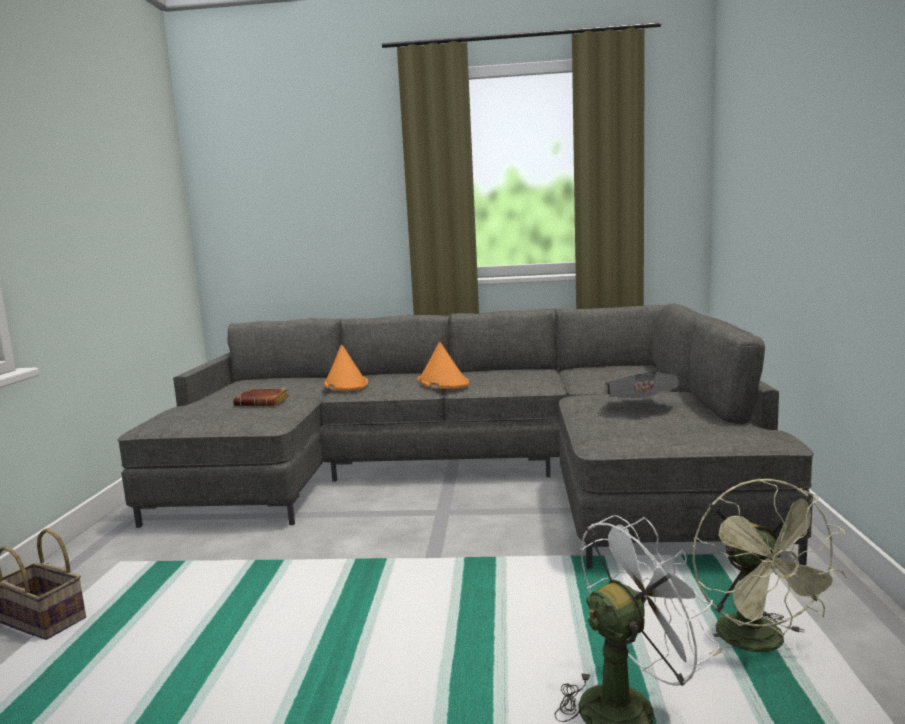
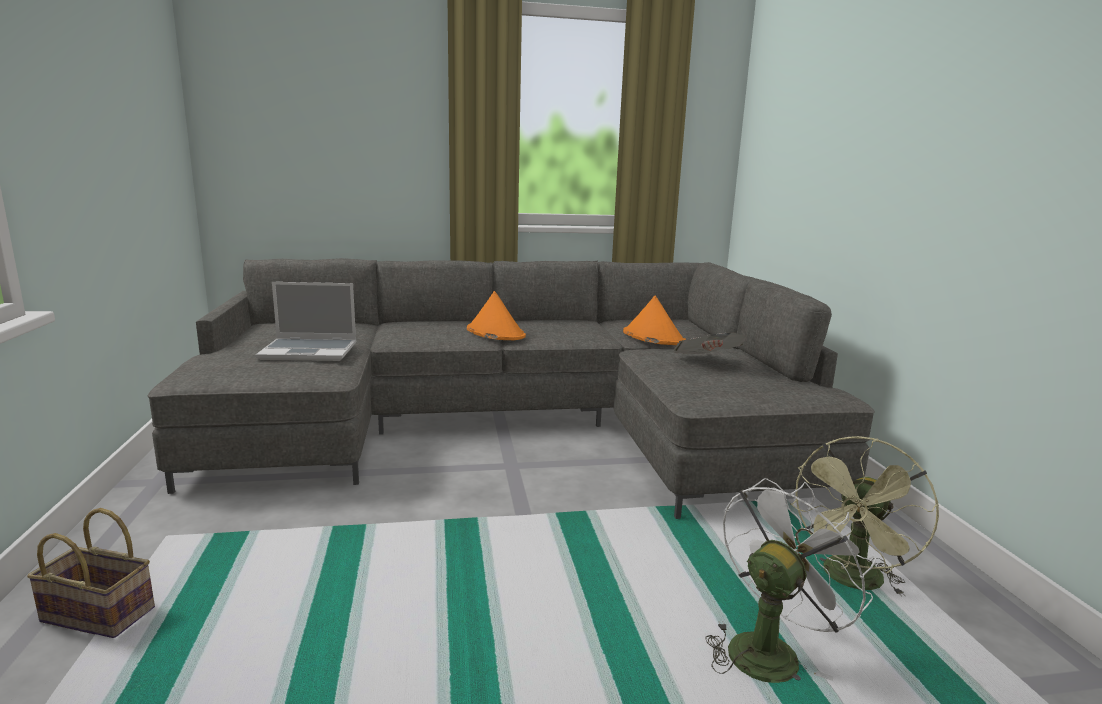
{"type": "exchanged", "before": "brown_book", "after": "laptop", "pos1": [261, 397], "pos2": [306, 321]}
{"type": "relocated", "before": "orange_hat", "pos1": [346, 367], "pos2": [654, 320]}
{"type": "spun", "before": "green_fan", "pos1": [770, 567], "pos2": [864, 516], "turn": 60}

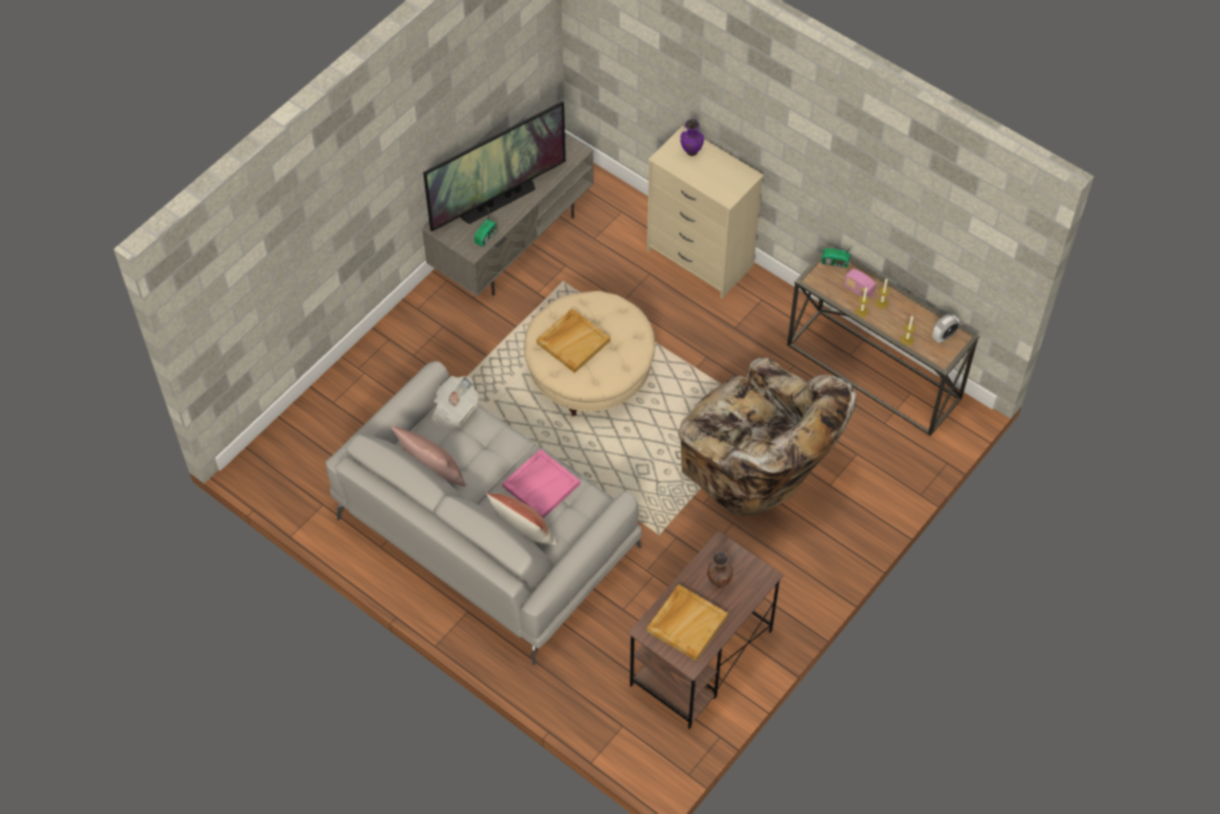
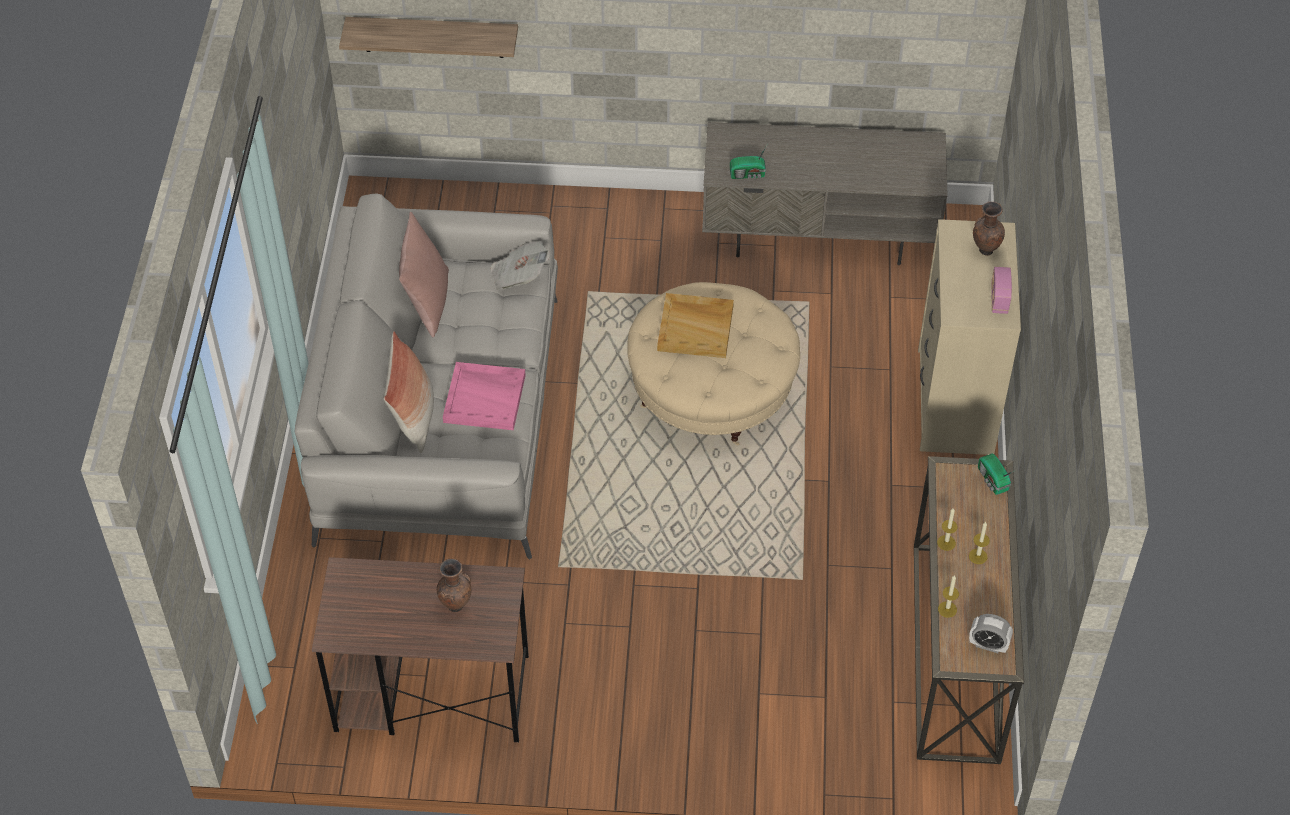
{"type": "missing", "before": "television", "pos1": [494, 166]}
{"type": "missing", "before": "beige_tray", "pos1": [687, 622]}
{"type": "missing", "before": "beige_armchair", "pos1": [767, 436]}
{"type": "colour", "before": "purple_vase", "after": "brown_vase", "pos1": [692, 137], "pos2": [989, 229]}
{"type": "relocated", "before": "radio", "pos1": [860, 283], "pos2": [1001, 290]}
{"type": "appeared", "after": "shelf", "pos2": [428, 37]}

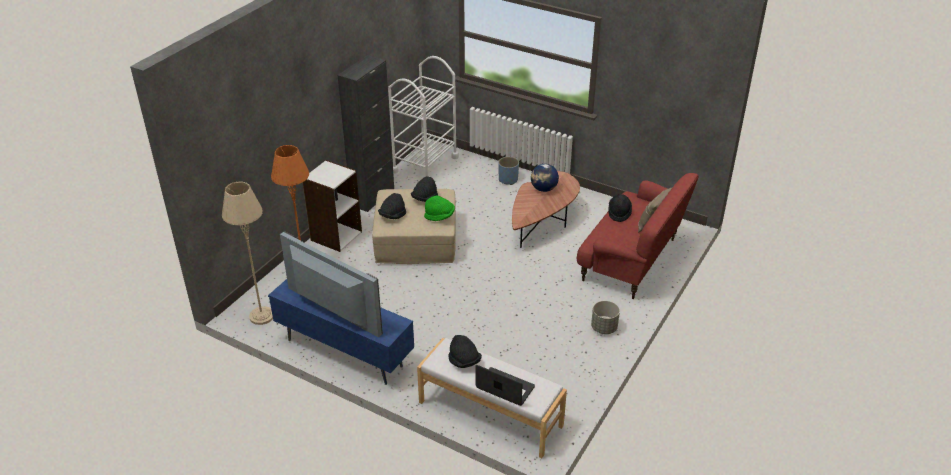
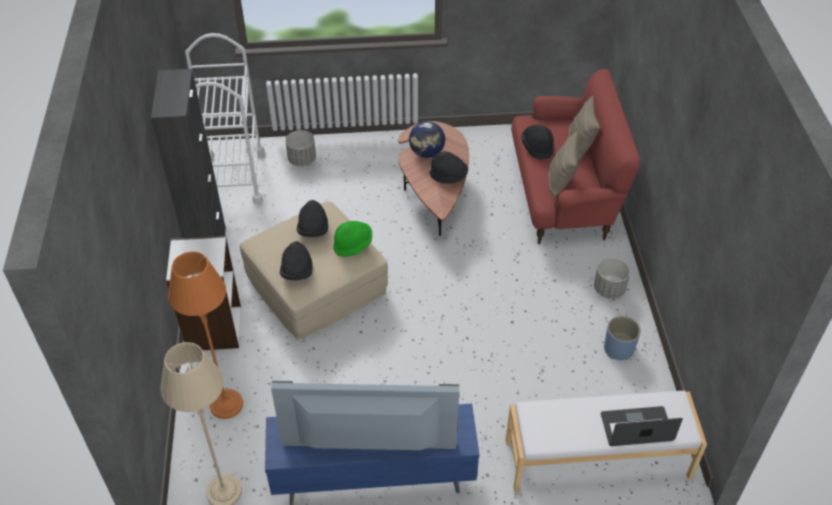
{"type": "relocated", "before": "black_hat", "pos1": [465, 351], "pos2": [449, 168]}
{"type": "relocated", "before": "blue_planter", "pos1": [508, 171], "pos2": [622, 338]}
{"type": "appeared", "after": "grey_planter", "pos2": [300, 148]}
{"type": "appeared", "after": "beige_pillow", "pos2": [564, 165]}

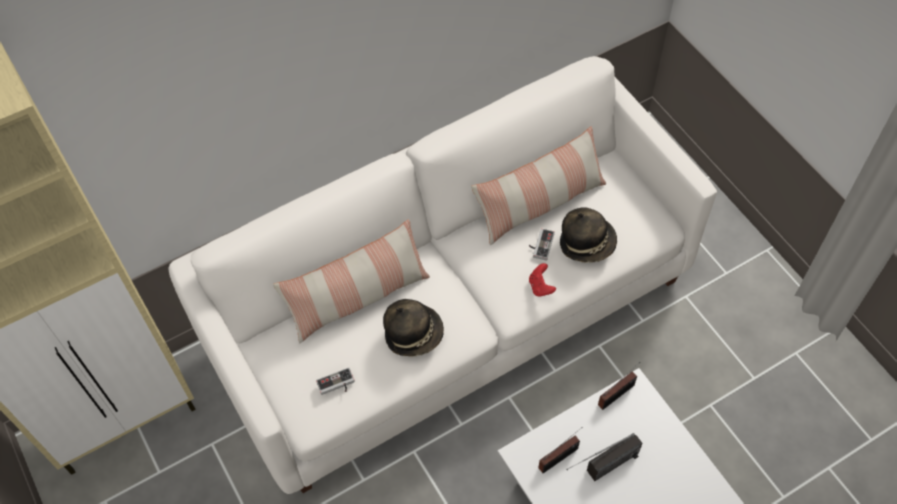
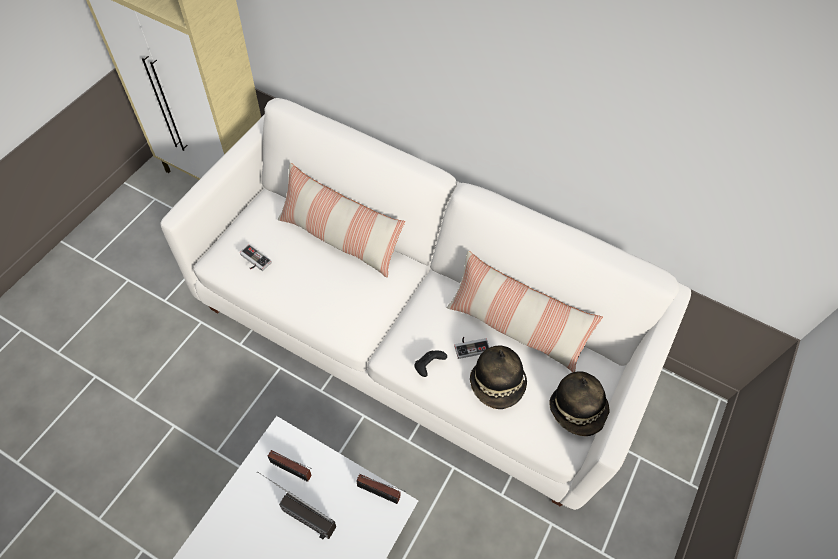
{"type": "relocated", "before": "hat", "pos1": [413, 328], "pos2": [579, 403]}
{"type": "colour", "before": "red_game_controller", "after": "black_game_controller", "pos1": [542, 280], "pos2": [430, 364]}

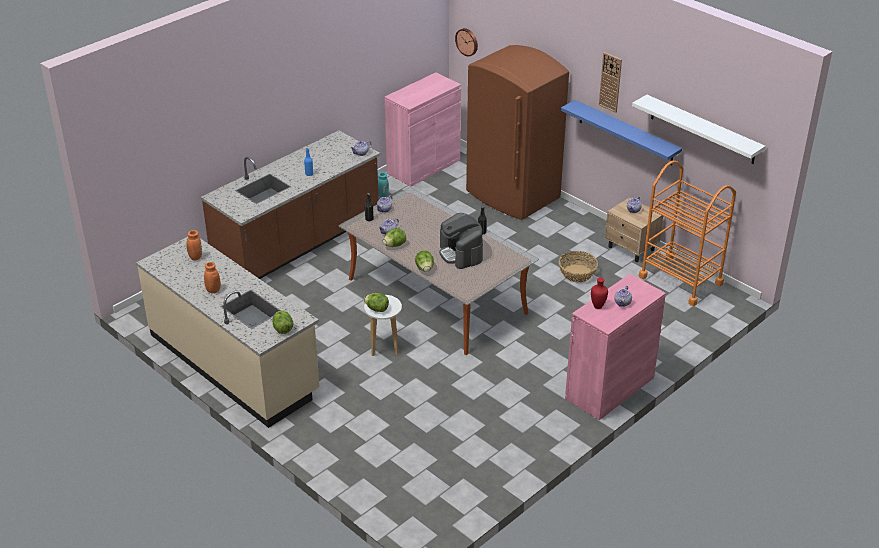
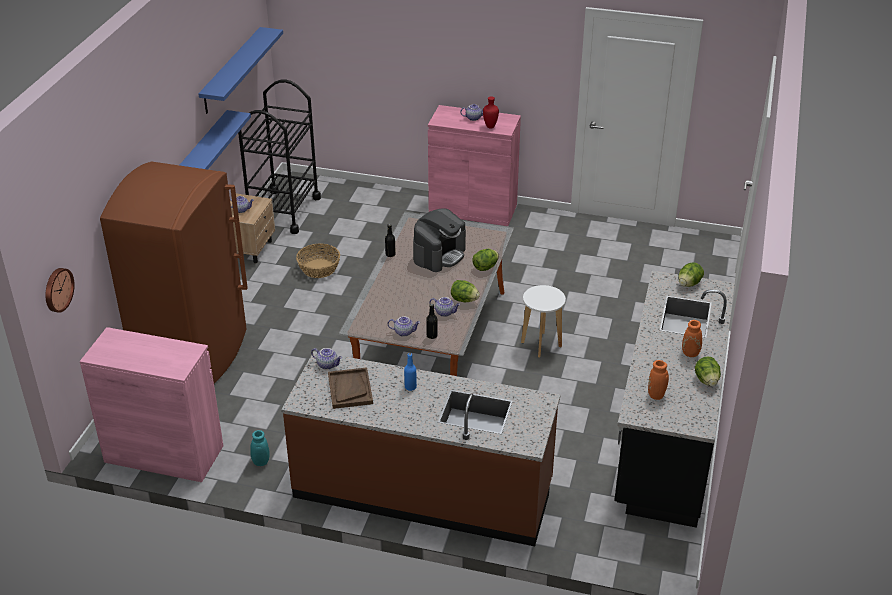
{"type": "colour", "before": "beige_counter", "after": "black_counter", "pos1": [227, 332], "pos2": [674, 399]}
{"type": "relocated", "before": "lettuce", "pos1": [376, 302], "pos2": [708, 371]}
{"type": "missing", "before": "wall_clock", "pos1": [610, 82]}
{"type": "colour", "before": "white_shelf", "after": "blue_shelf", "pos1": [699, 129], "pos2": [240, 70]}
{"type": "colour", "before": "orange_cart", "after": "black_cart", "pos1": [687, 233], "pos2": [279, 156]}
{"type": "appeared", "after": "brown_tray", "pos2": [350, 388]}

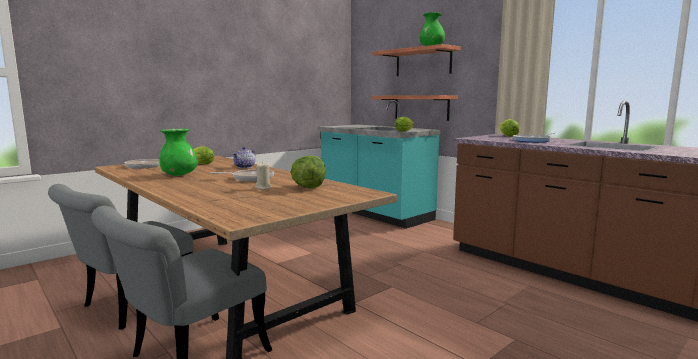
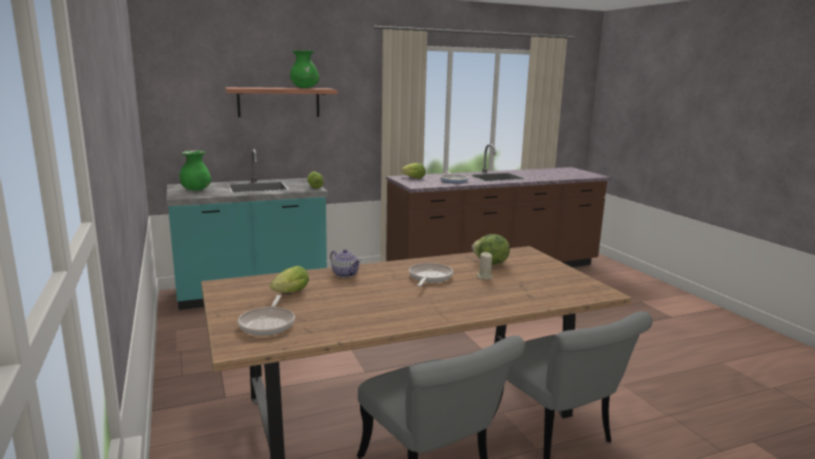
{"type": "relocated", "before": "green_vase", "pos1": [178, 152], "pos2": [195, 170]}
{"type": "missing", "before": "shelf", "pos1": [414, 108]}

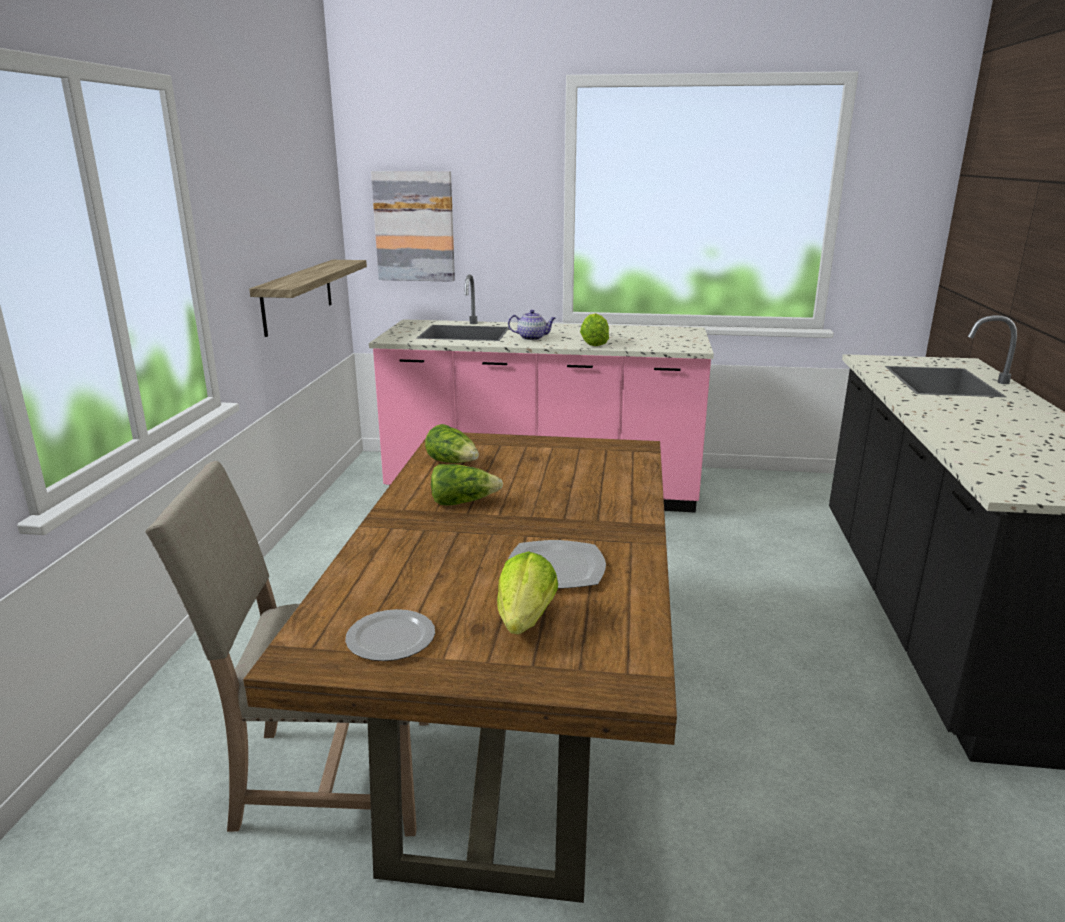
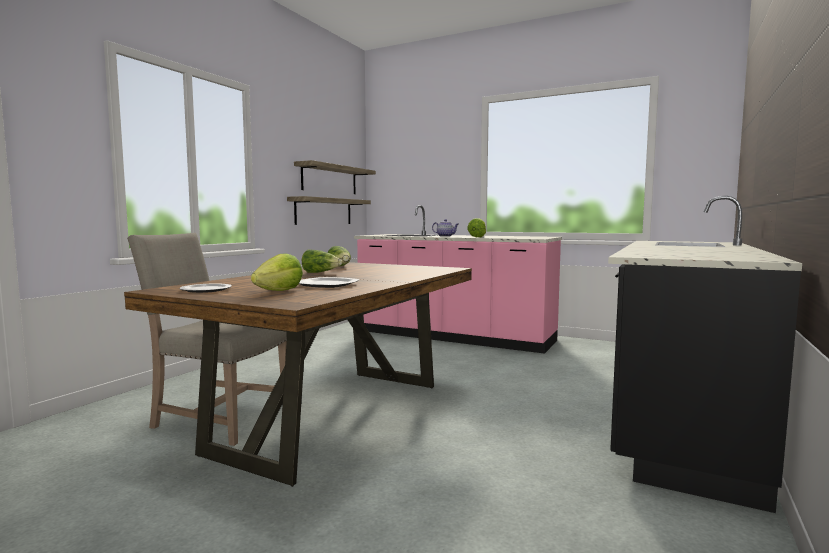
{"type": "missing", "before": "picture", "pos1": [413, 226]}
{"type": "appeared", "after": "shelf", "pos2": [335, 177]}

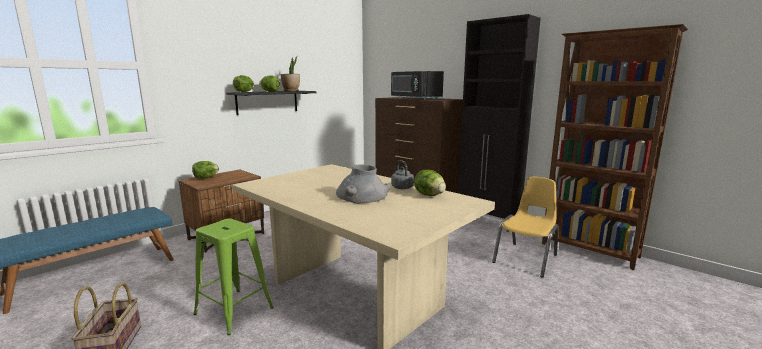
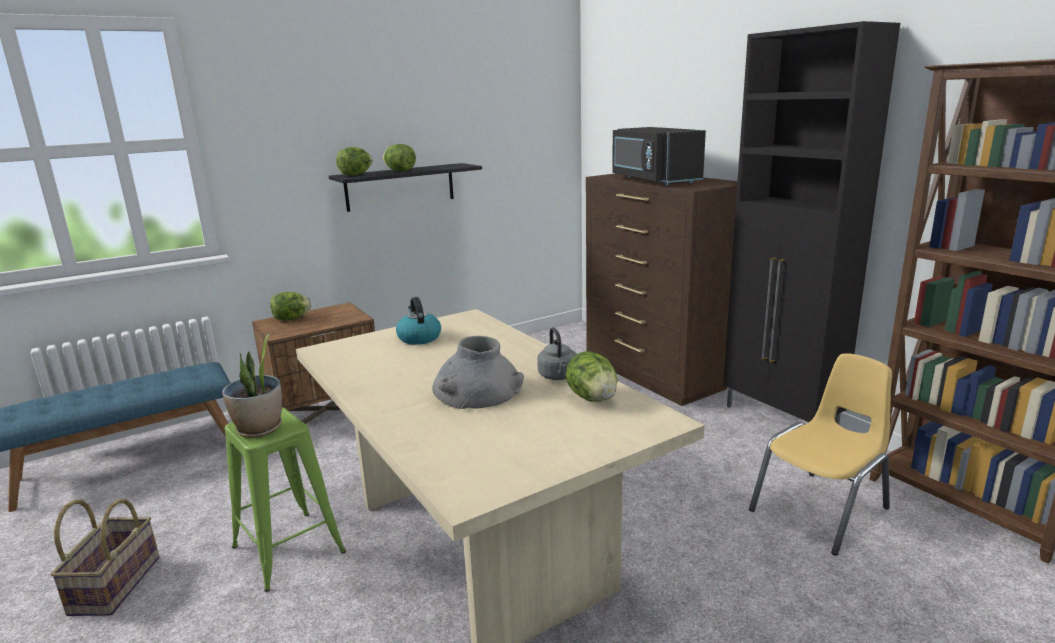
{"type": "relocated", "before": "potted_plant", "pos1": [290, 73], "pos2": [252, 386]}
{"type": "appeared", "after": "kettle", "pos2": [418, 321]}

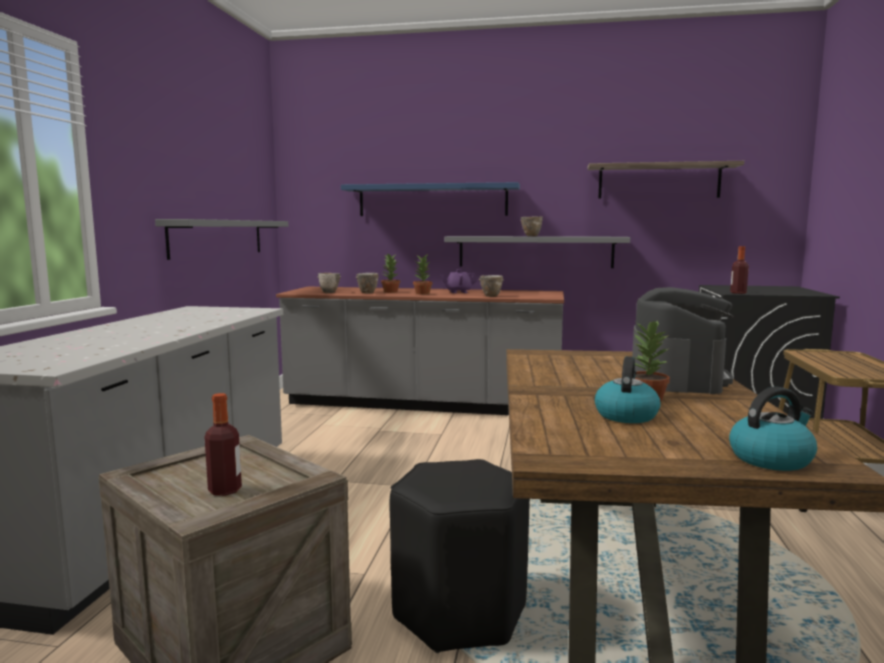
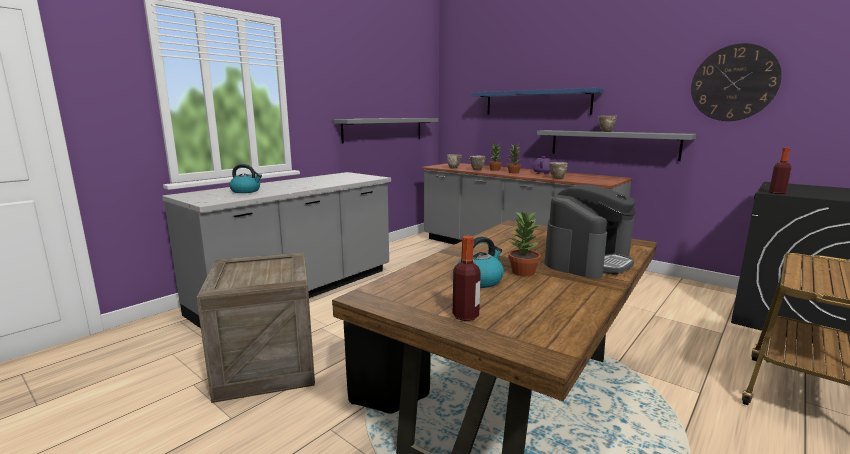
{"type": "relocated", "before": "bottle", "pos1": [223, 444], "pos2": [467, 278]}
{"type": "exchanged", "before": "shelf", "after": "wall_clock", "pos1": [665, 180], "pos2": [736, 82]}
{"type": "relocated", "before": "kettle", "pos1": [773, 429], "pos2": [245, 178]}

